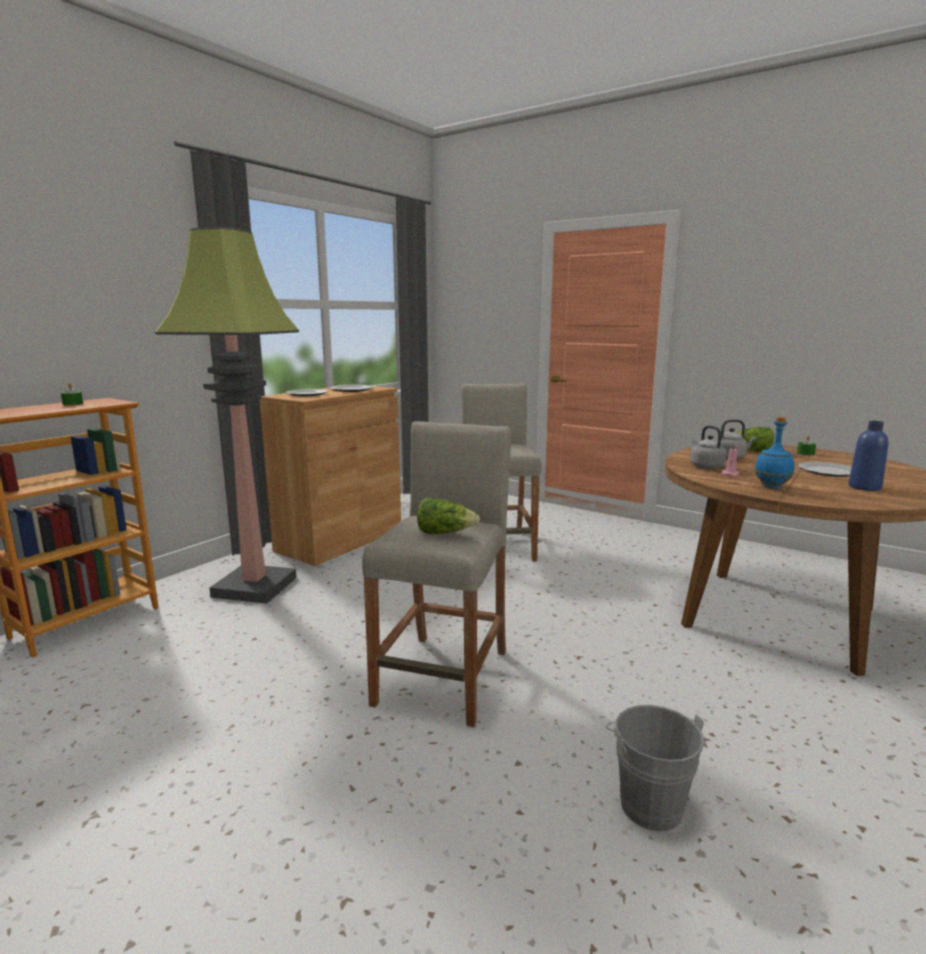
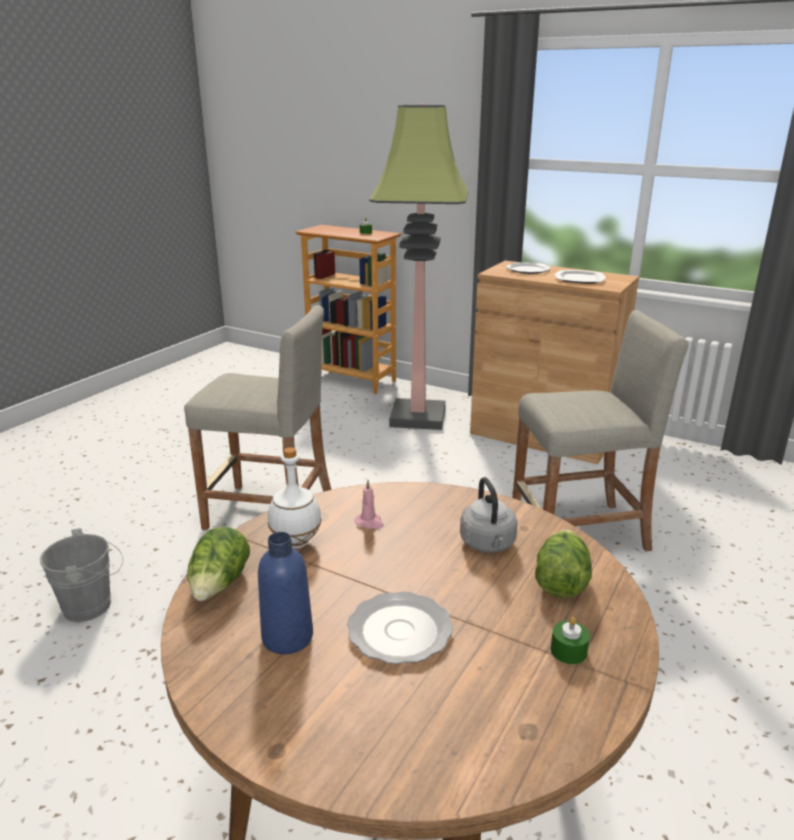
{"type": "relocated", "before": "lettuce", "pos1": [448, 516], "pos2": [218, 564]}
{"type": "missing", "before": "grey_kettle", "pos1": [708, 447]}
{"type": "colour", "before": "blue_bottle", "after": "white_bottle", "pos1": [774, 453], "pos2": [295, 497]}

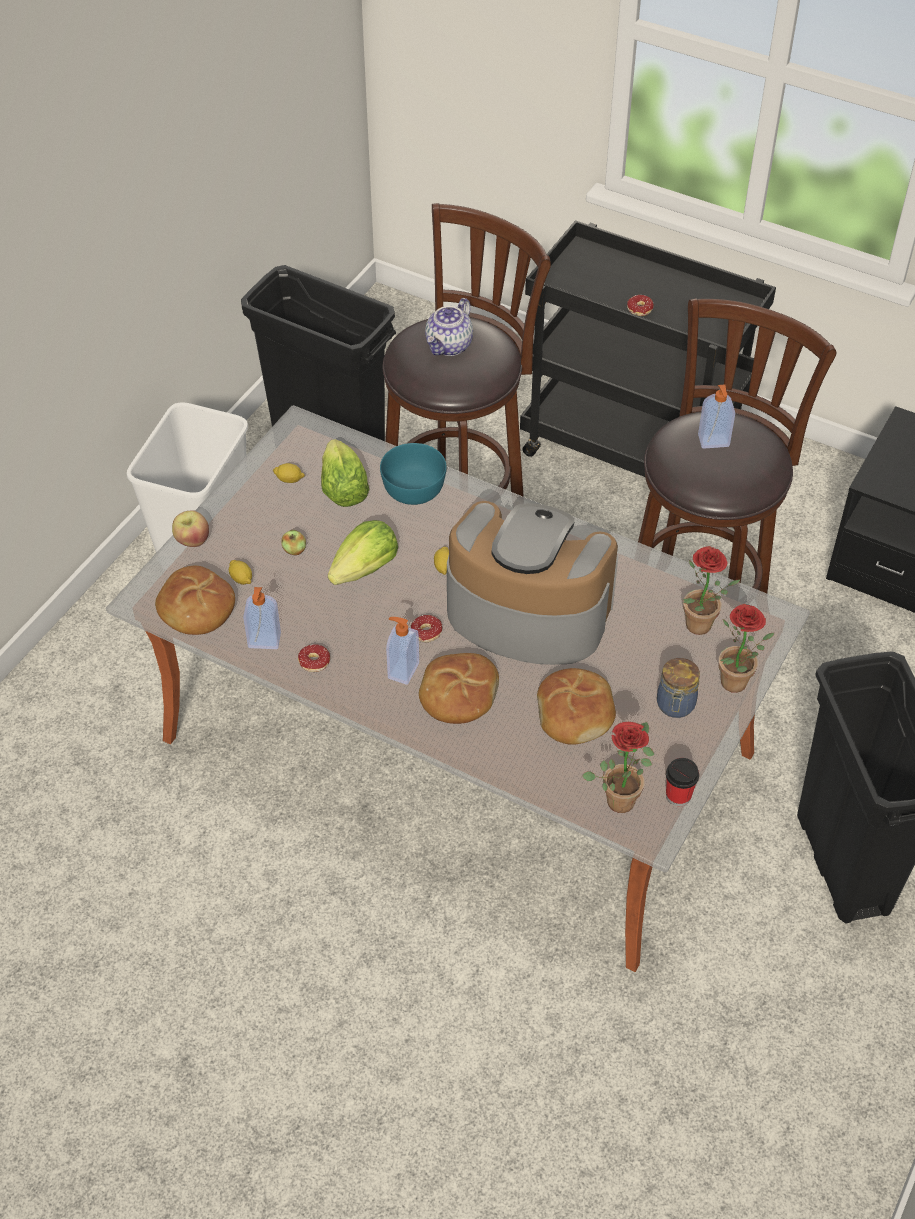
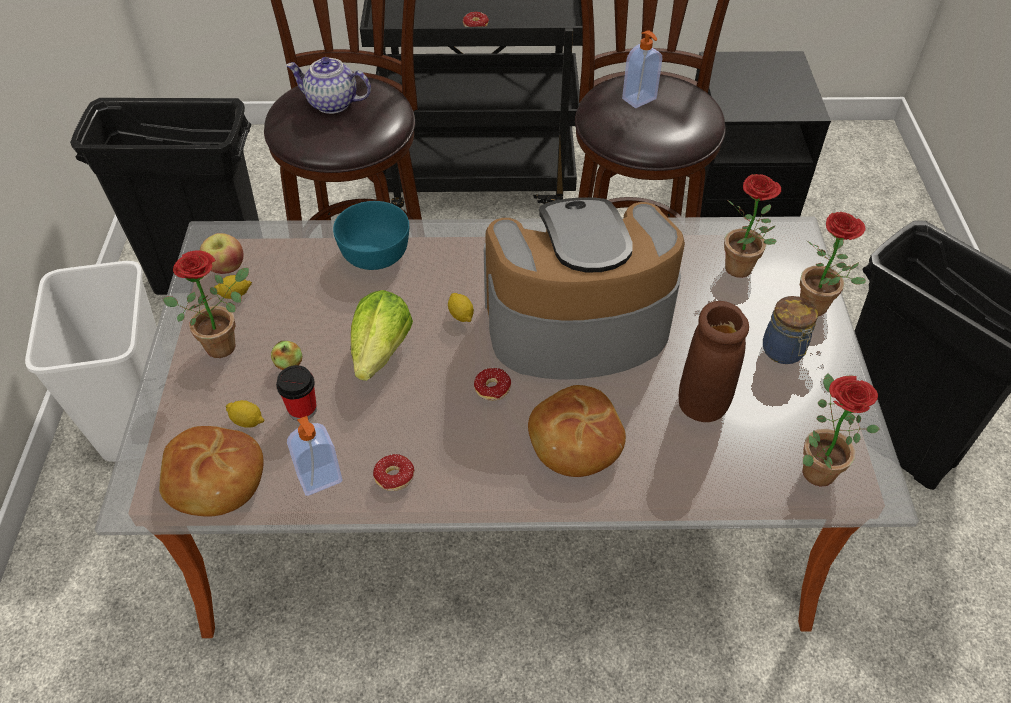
{"type": "relocated", "before": "apple", "pos1": [190, 528], "pos2": [222, 253]}
{"type": "missing", "before": "lettuce", "pos1": [345, 473]}
{"type": "missing", "before": "soap_dispenser", "pos1": [402, 651]}
{"type": "spun", "before": "teapot", "pos1": [449, 327], "pos2": [328, 85], "turn": 105}
{"type": "exchanged", "before": "bread", "after": "brown_vase", "pos1": [576, 706], "pos2": [714, 361]}
{"type": "relocated", "before": "cup", "pos1": [682, 782], "pos2": [296, 392]}
{"type": "appeared", "after": "potted_plant", "pos2": [206, 304]}

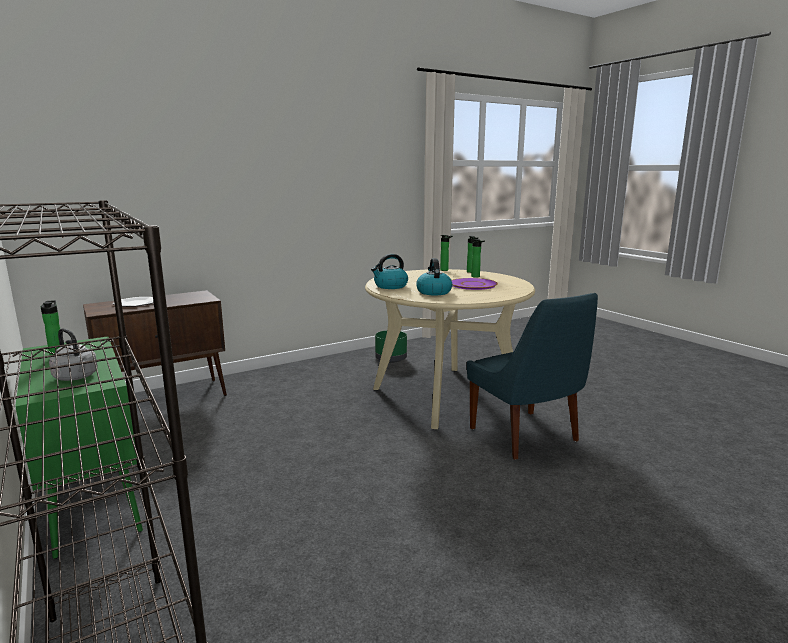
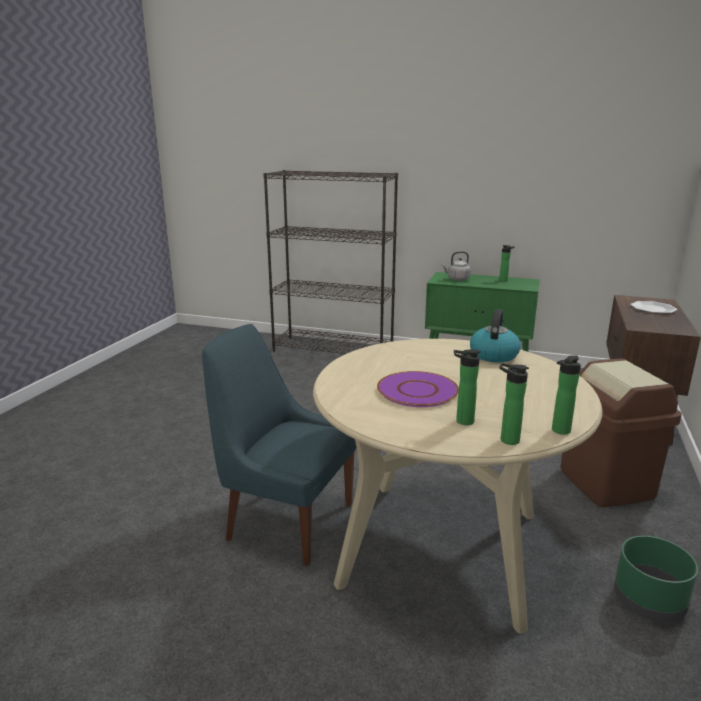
{"type": "missing", "before": "kettle", "pos1": [434, 276]}
{"type": "appeared", "after": "brown_trash_can", "pos2": [621, 433]}

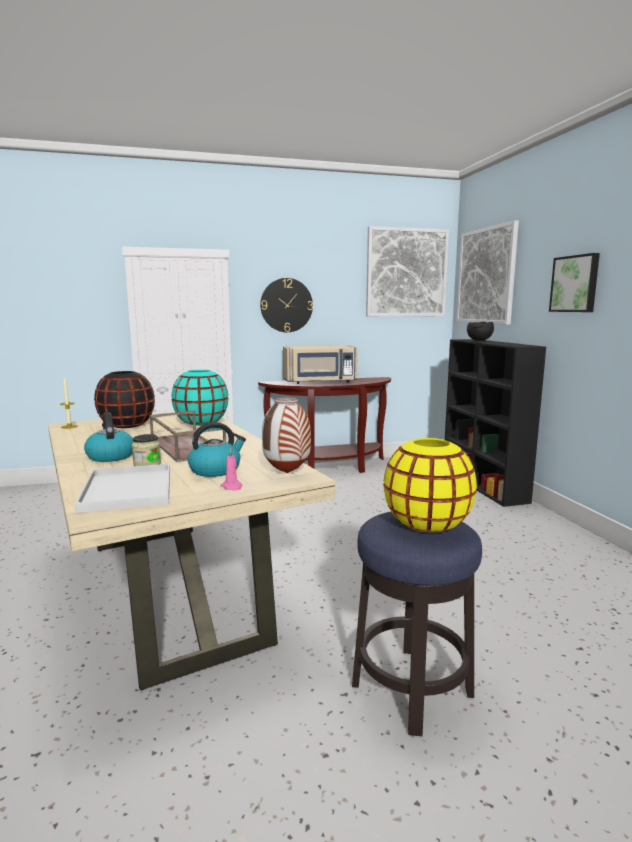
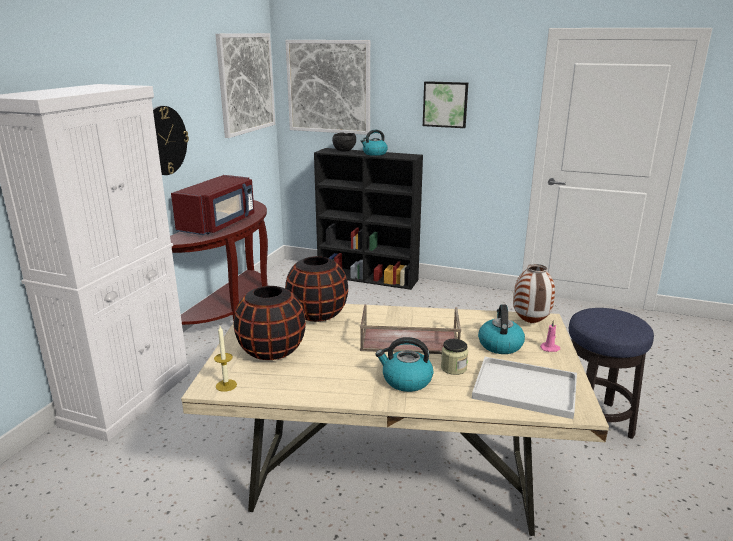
{"type": "colour", "before": "turquoise_vase", "after": "black_vase", "pos1": [200, 398], "pos2": [316, 289]}
{"type": "colour", "before": "beige_microwave", "after": "red_microwave", "pos1": [320, 364], "pos2": [212, 205]}
{"type": "missing", "before": "yellow_vase", "pos1": [430, 485]}
{"type": "appeared", "after": "kettle", "pos2": [374, 143]}

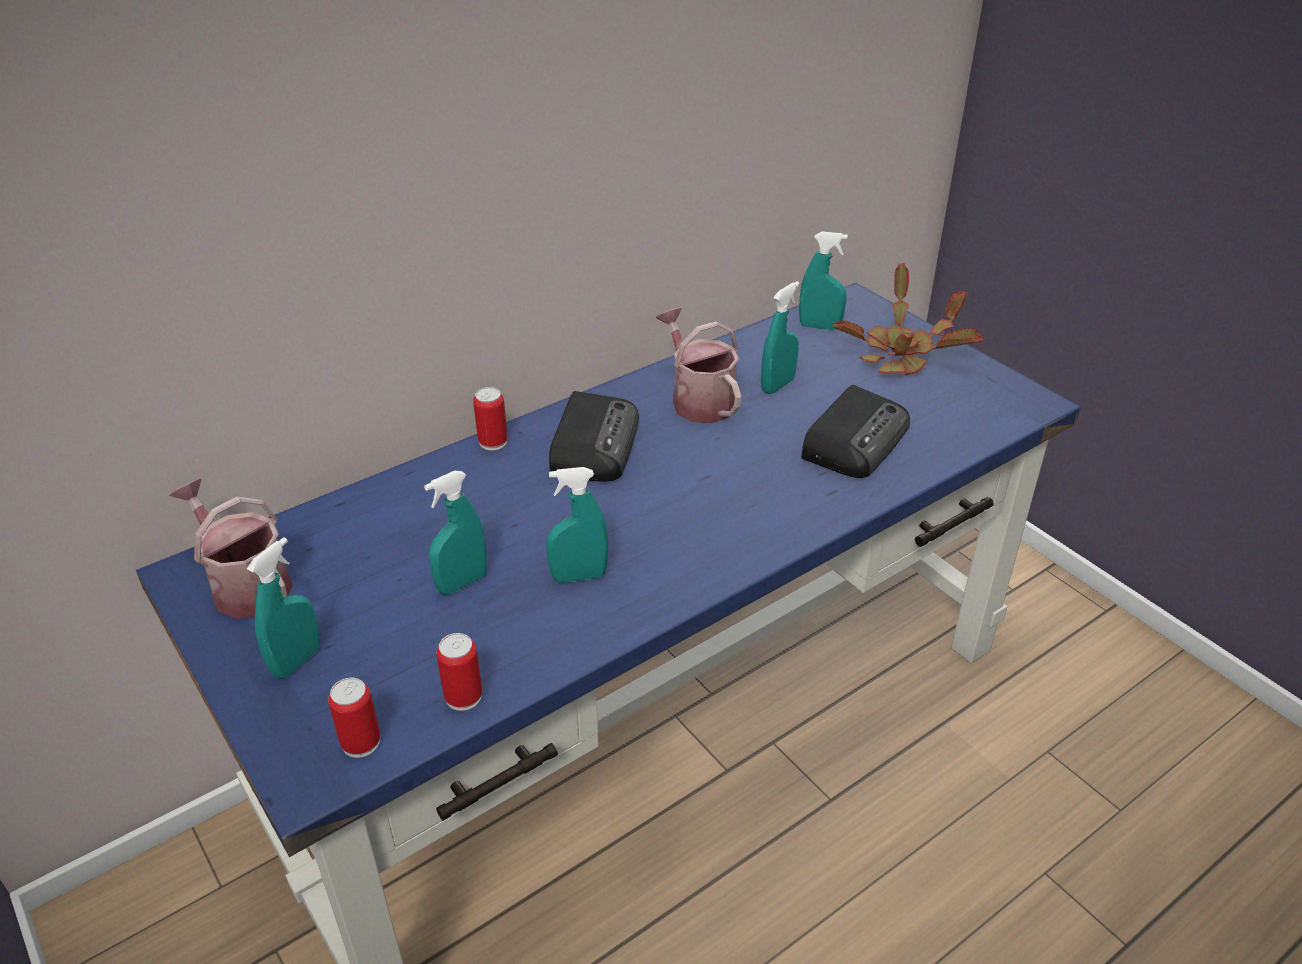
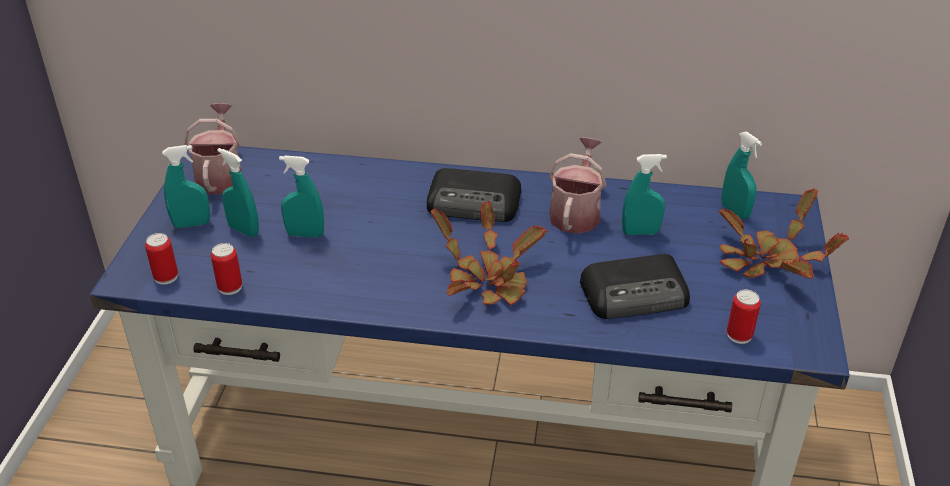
{"type": "relocated", "before": "can", "pos1": [490, 419], "pos2": [744, 317]}
{"type": "relocated", "before": "turquoise_spray_bottle", "pos1": [577, 525], "pos2": [238, 192]}
{"type": "spun", "before": "radio", "pos1": [594, 436], "pos2": [474, 195], "turn": 45}
{"type": "appeared", "after": "potted_plant", "pos2": [488, 253]}

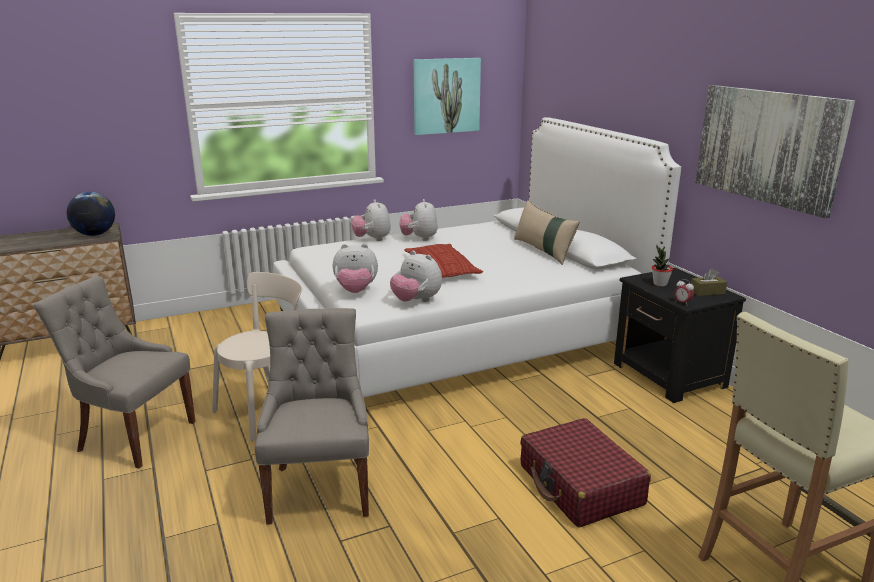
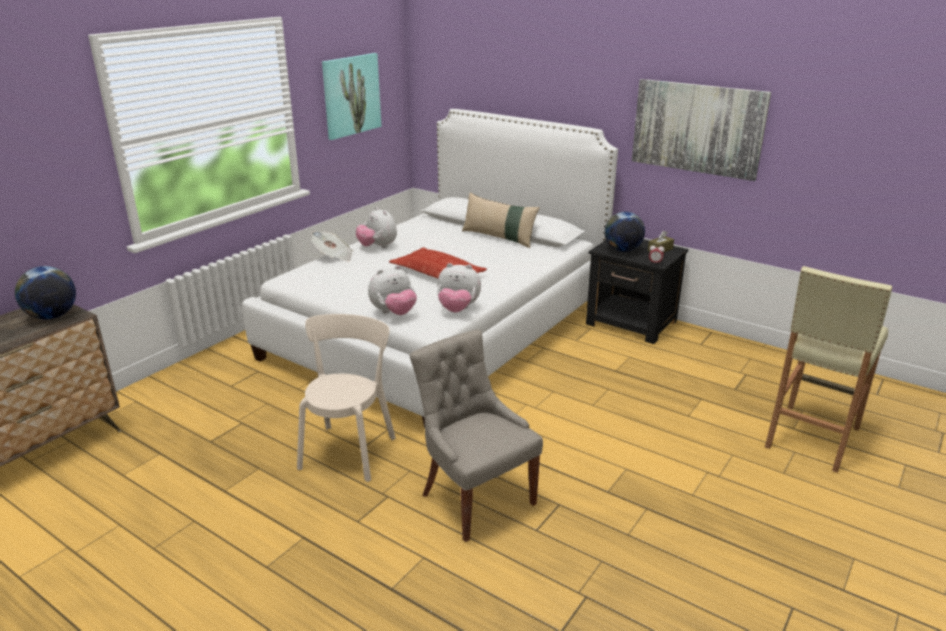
{"type": "missing", "before": "grey_chair", "pos1": [114, 372]}
{"type": "exchanged", "before": "plush_toy", "after": "newspaper", "pos1": [371, 220], "pos2": [332, 246]}
{"type": "missing", "before": "red_suitcase", "pos1": [585, 472]}
{"type": "exchanged", "before": "potted_plant", "after": "globe", "pos1": [662, 266], "pos2": [625, 232]}

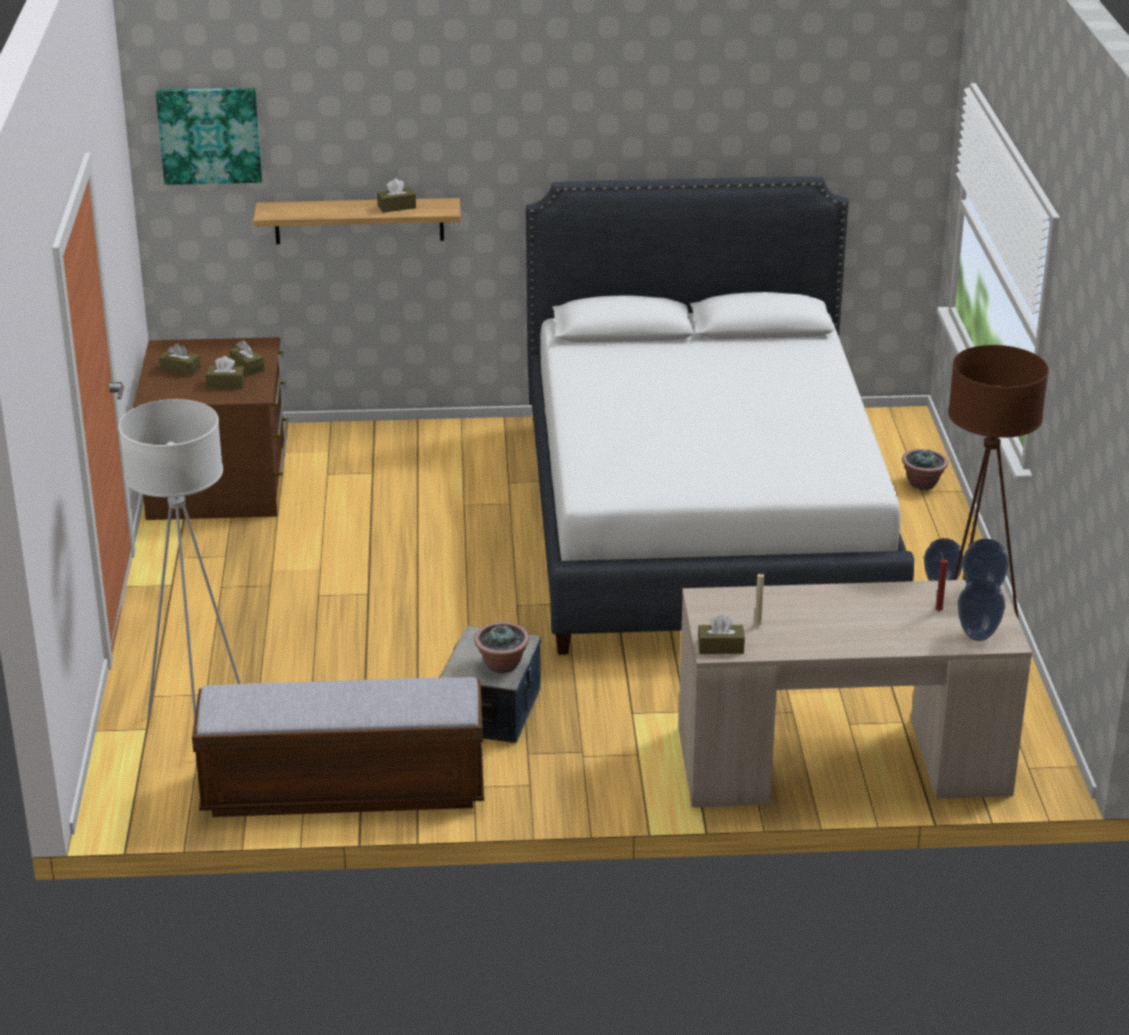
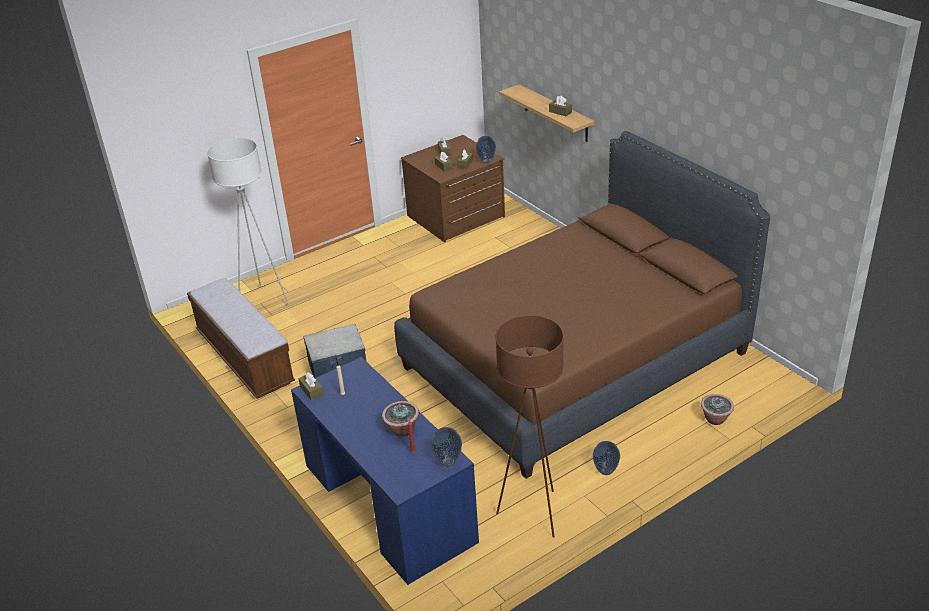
{"type": "missing", "before": "picture", "pos1": [209, 136]}
{"type": "relocated", "before": "potted_plant", "pos1": [501, 647], "pos2": [400, 419]}
{"type": "colour", "before": "white_bed", "after": "brown_bed", "pos1": [720, 415], "pos2": [582, 305]}
{"type": "colour", "before": "beige_desk", "after": "blue_desk", "pos1": [855, 693], "pos2": [385, 471]}
{"type": "relocated", "before": "vase", "pos1": [981, 610], "pos2": [486, 149]}

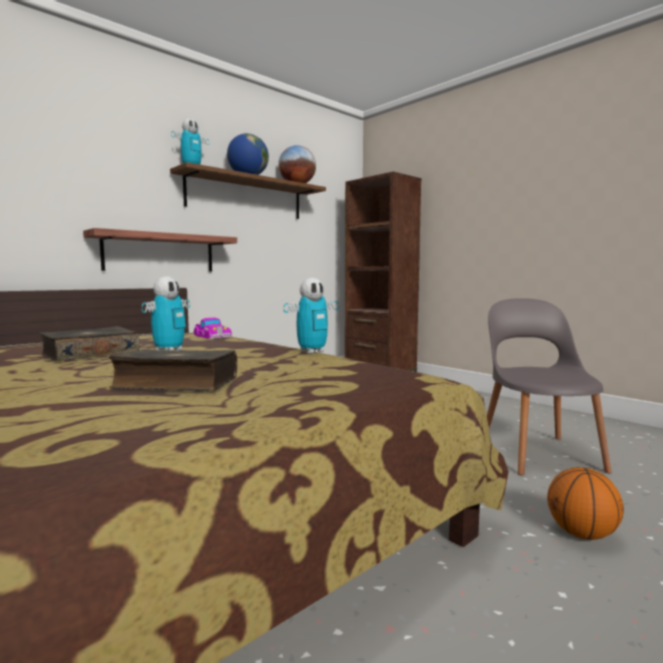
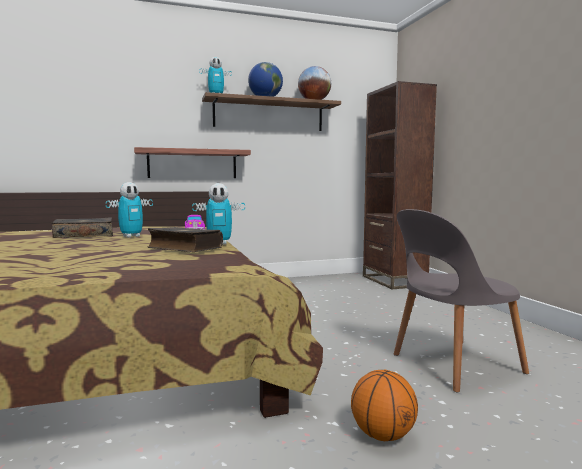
{"type": "relocated", "before": "book", "pos1": [173, 370], "pos2": [185, 239]}
{"type": "spun", "before": "grey_chair", "pos1": [549, 387], "pos2": [461, 300], "turn": -135}

